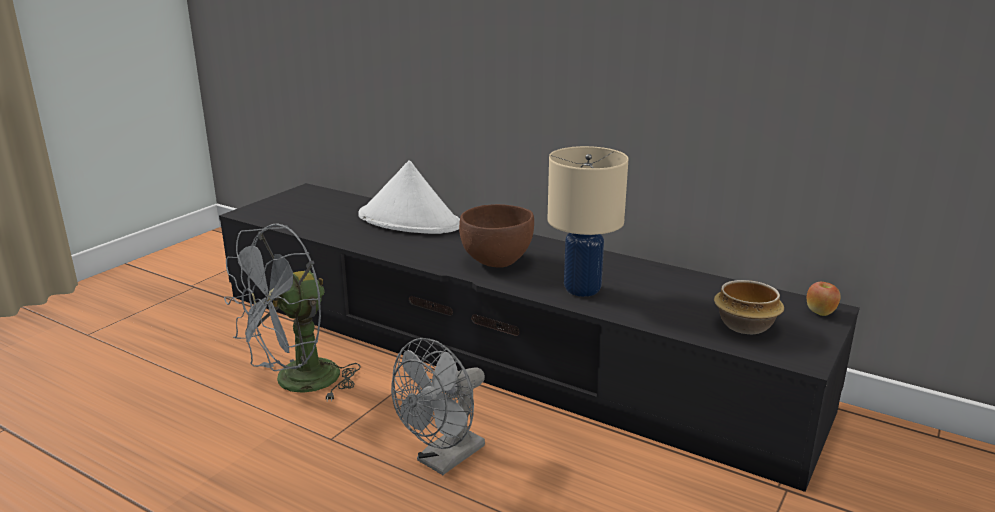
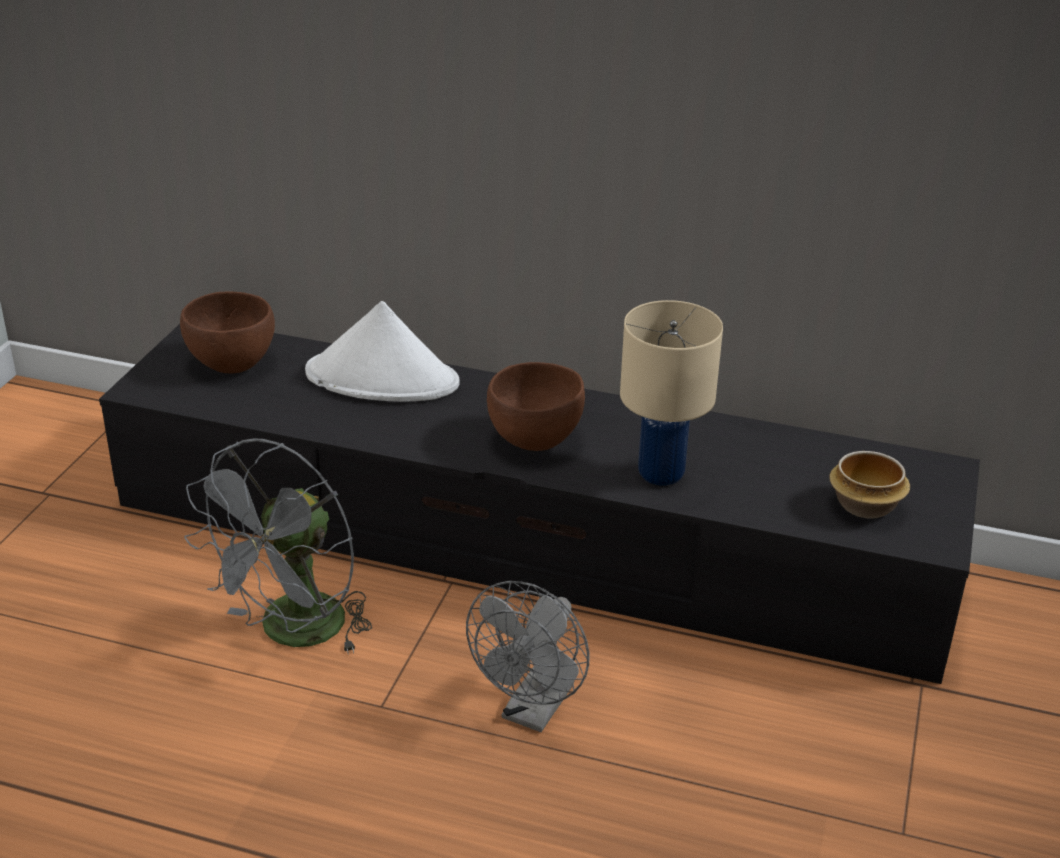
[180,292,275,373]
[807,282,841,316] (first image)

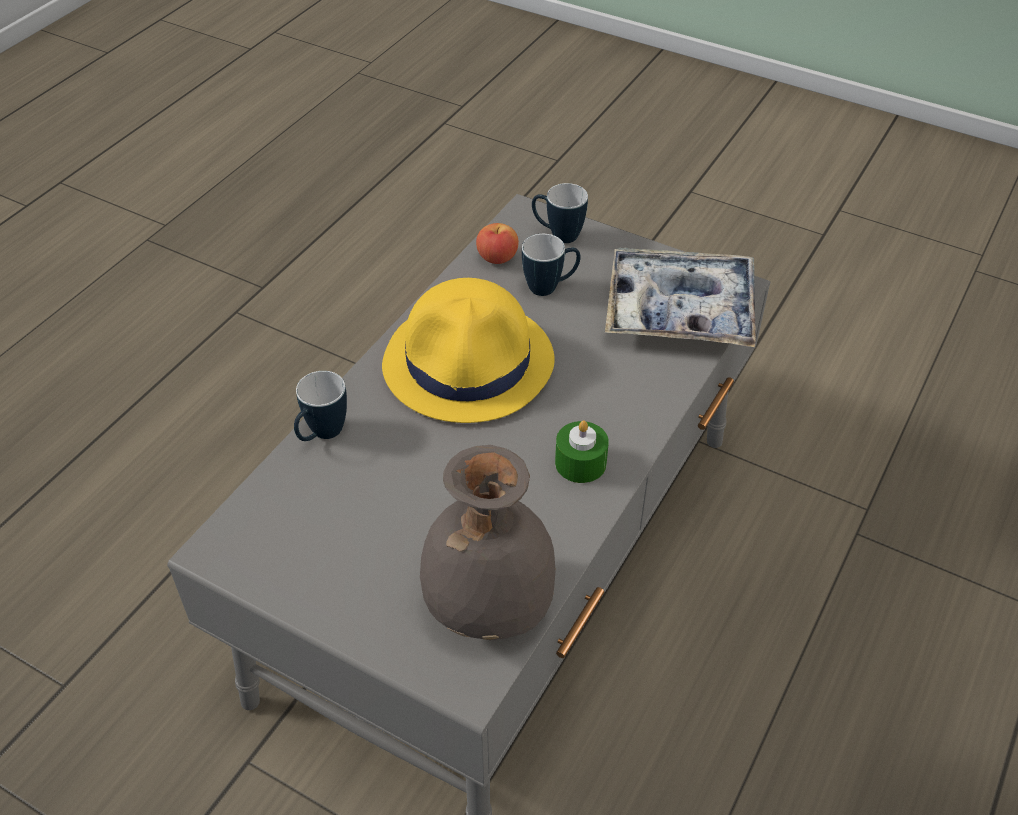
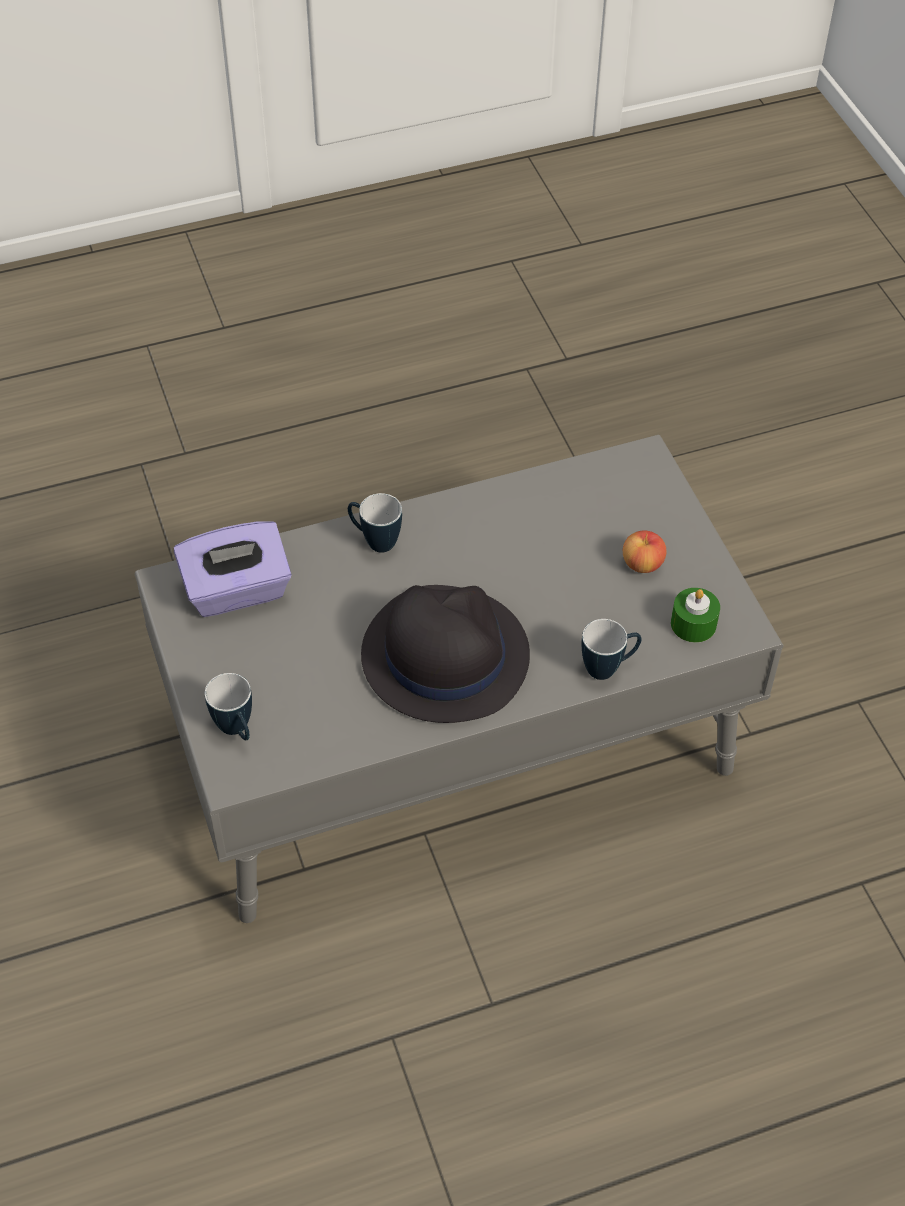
[174,521,292,617]
[348,493,402,553]
[361,585,530,723]
[623,531,667,573]
[671,588,720,643]
[420,445,556,640] (first image)

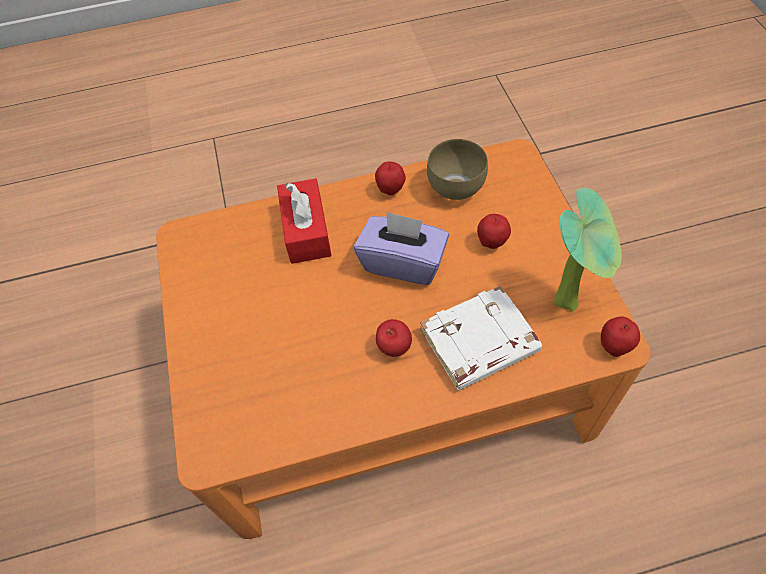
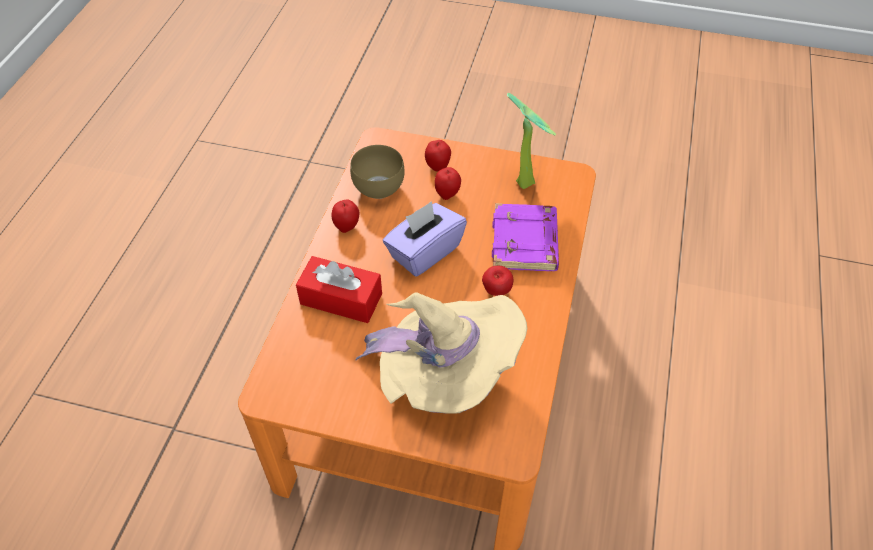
[355,292,527,414]
[425,140,451,171]
[492,203,559,271]

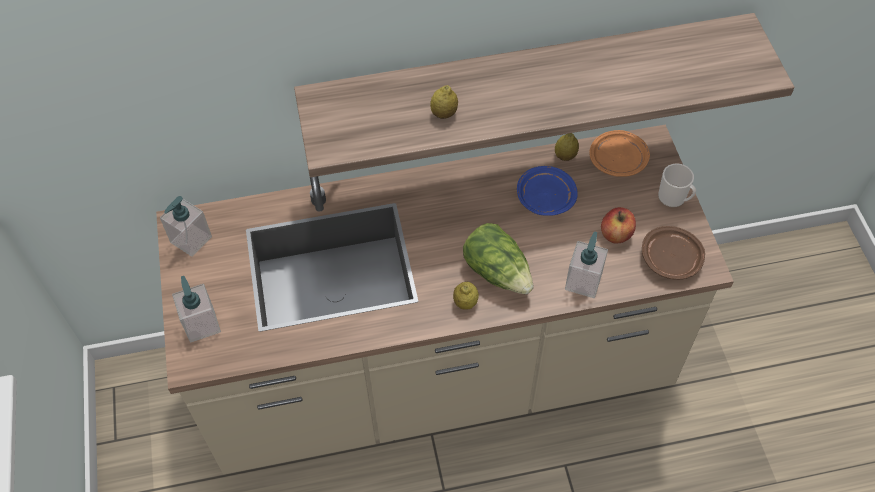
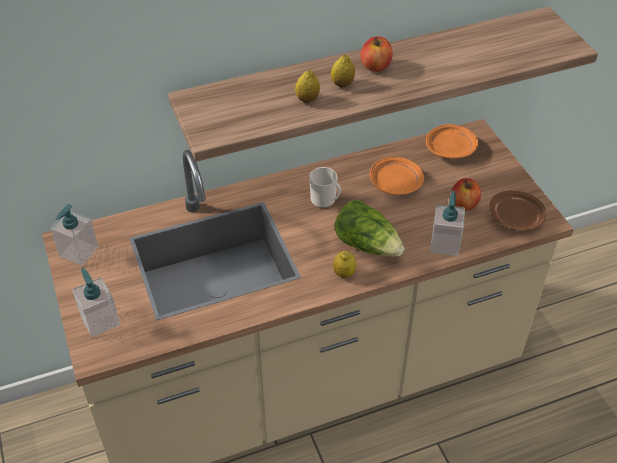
[309,167,341,208]
[331,55,355,88]
[361,37,393,72]
[370,157,424,195]

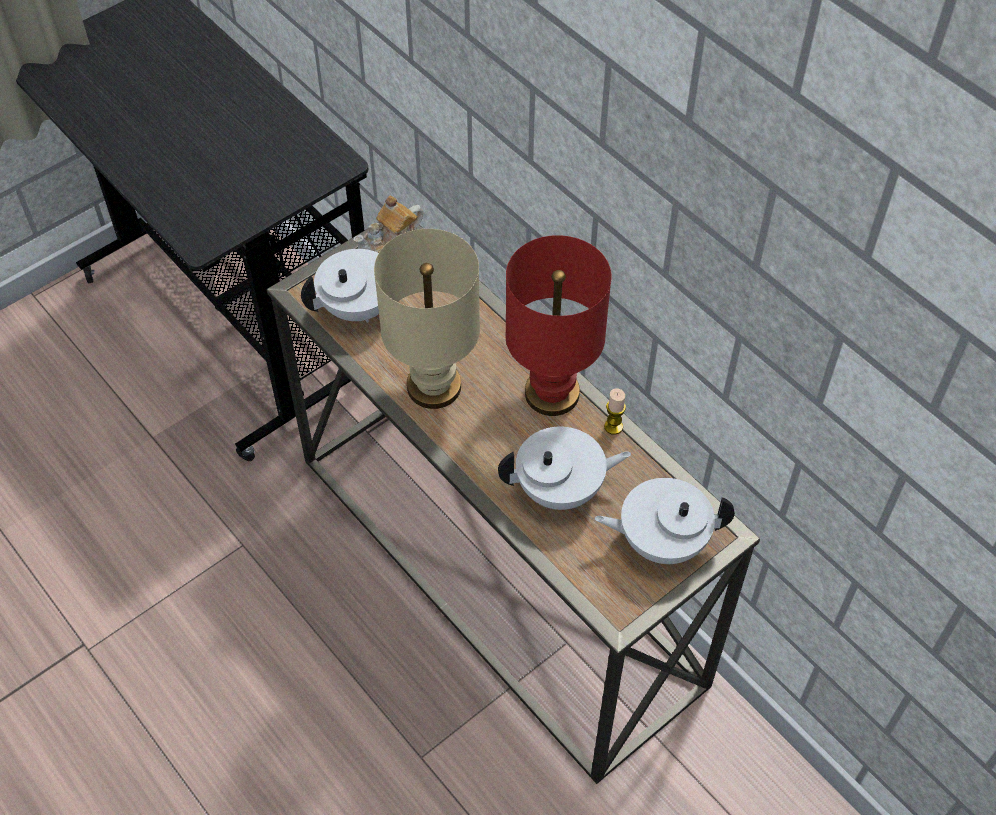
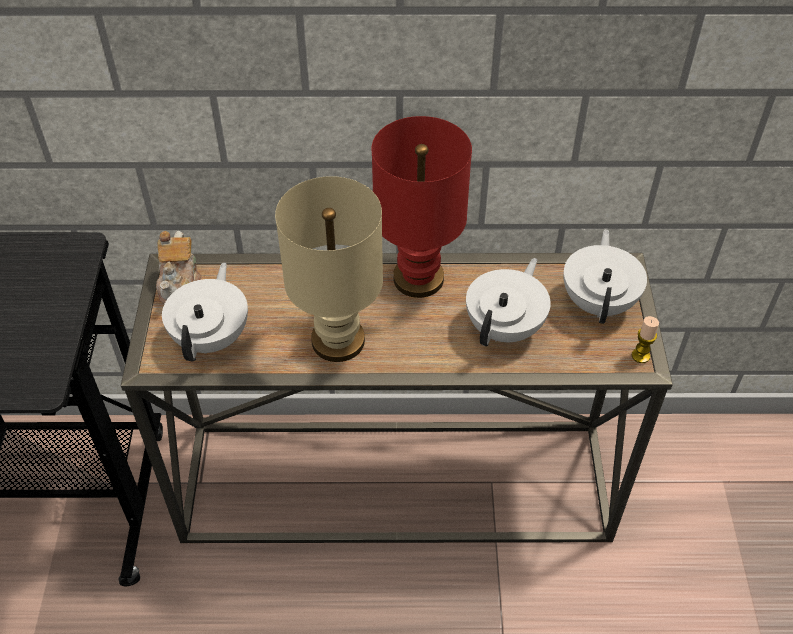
[563,229,647,324]
[632,316,659,363]

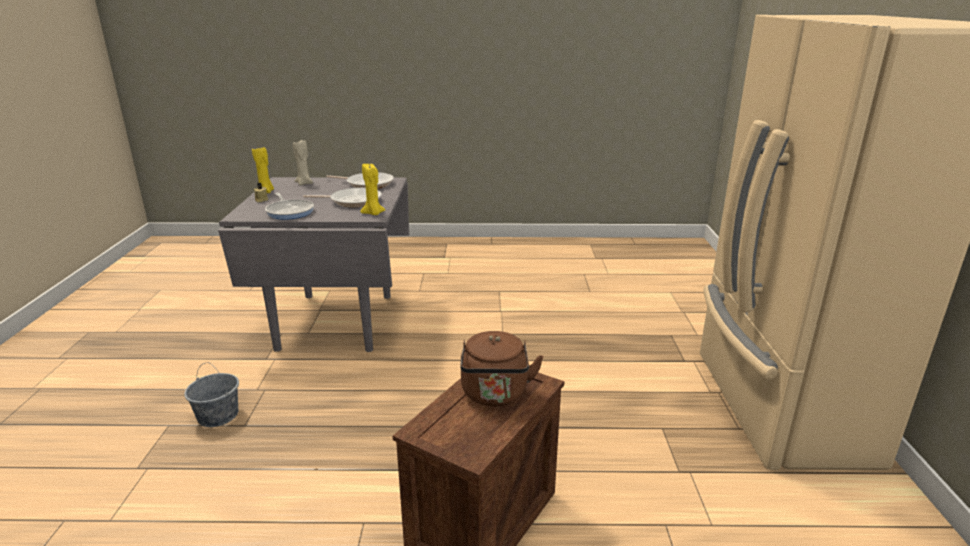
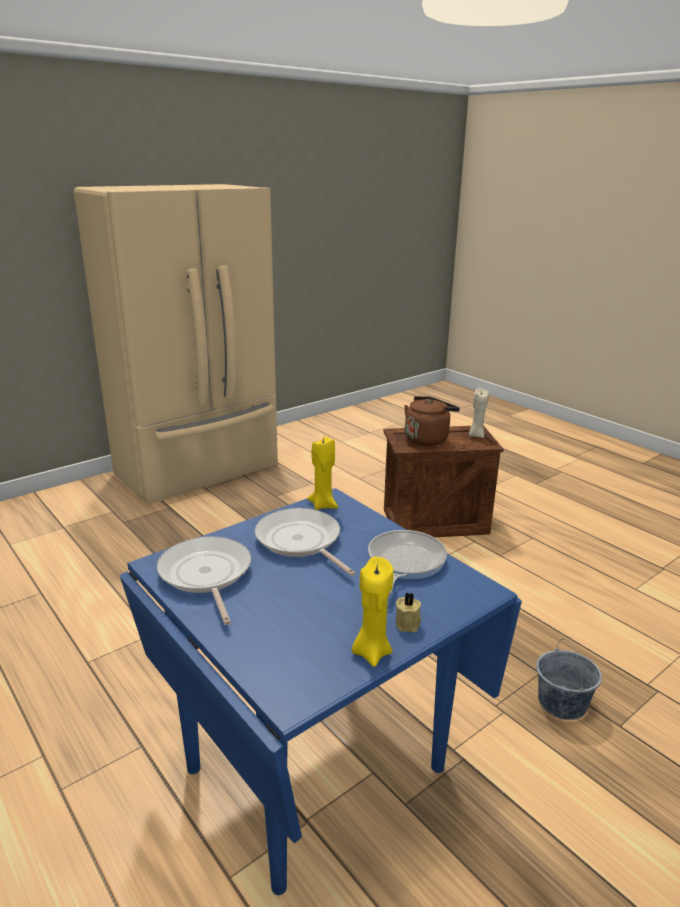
[120,488,522,895]
[469,388,489,438]

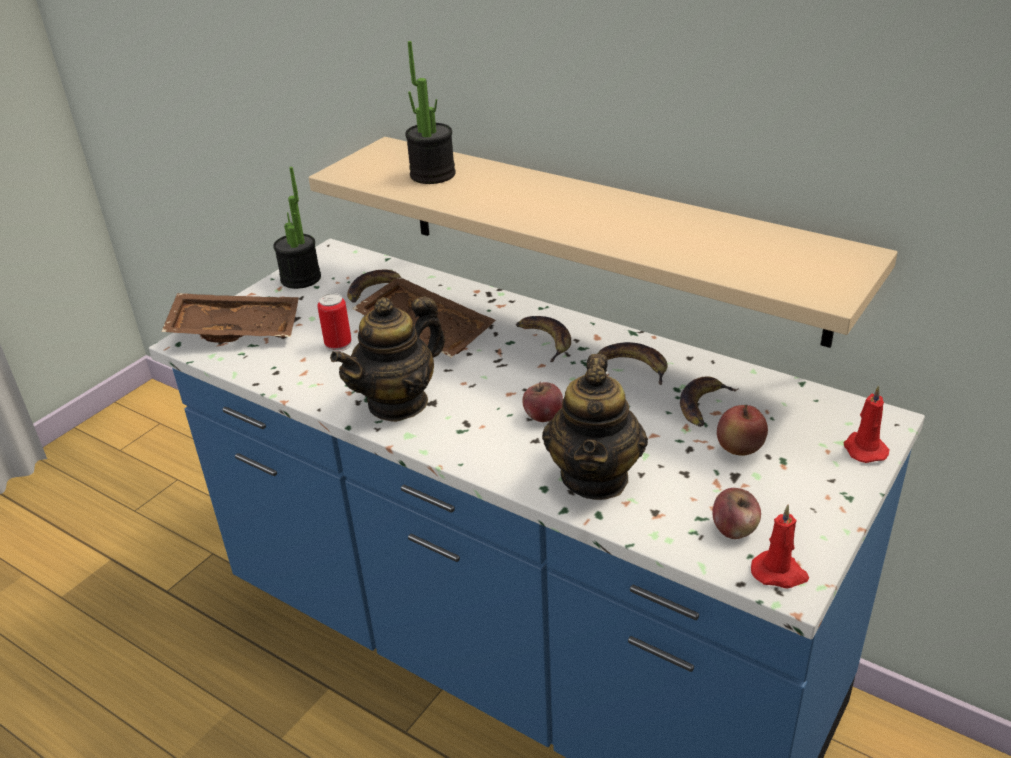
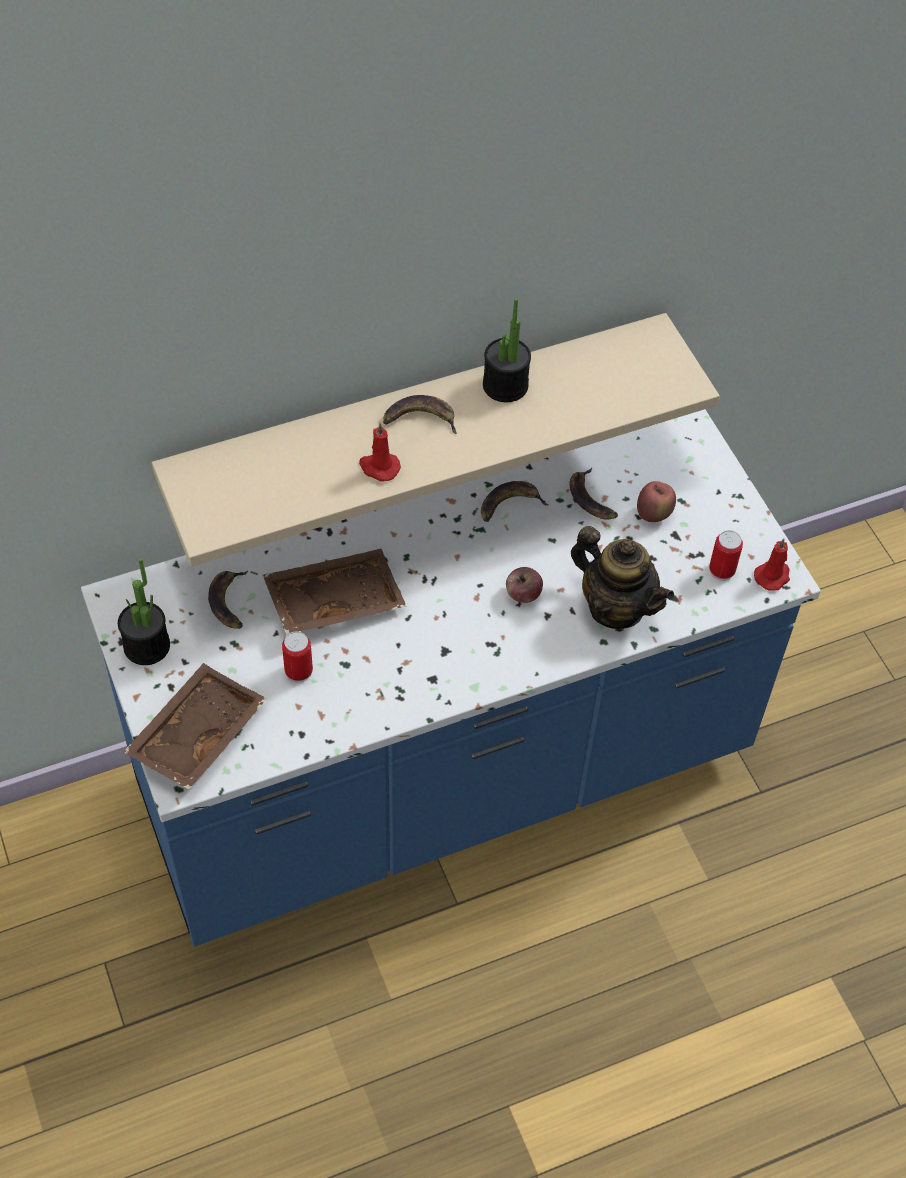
[359,423,401,482]
[383,395,457,434]
[483,298,531,402]
[709,530,743,581]
[330,297,445,422] (first image)

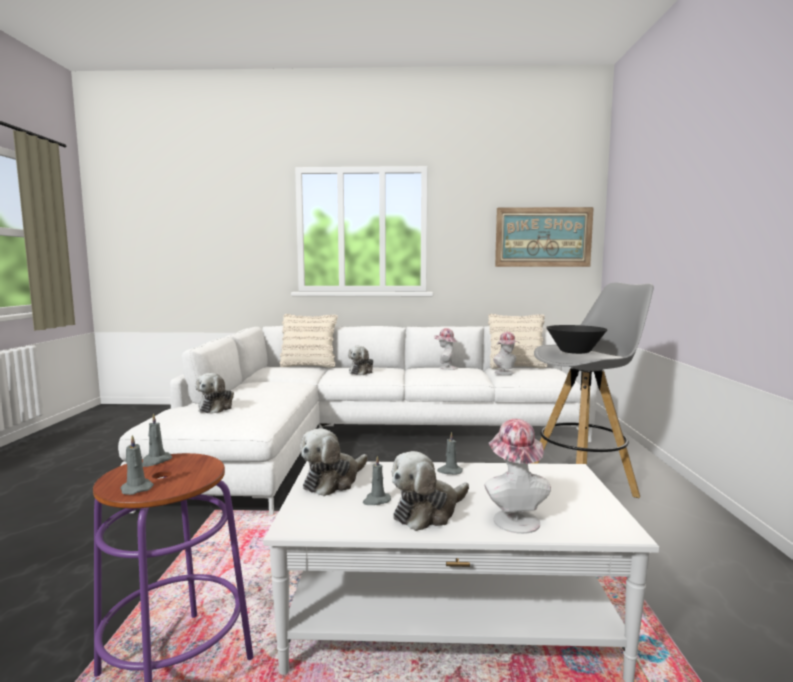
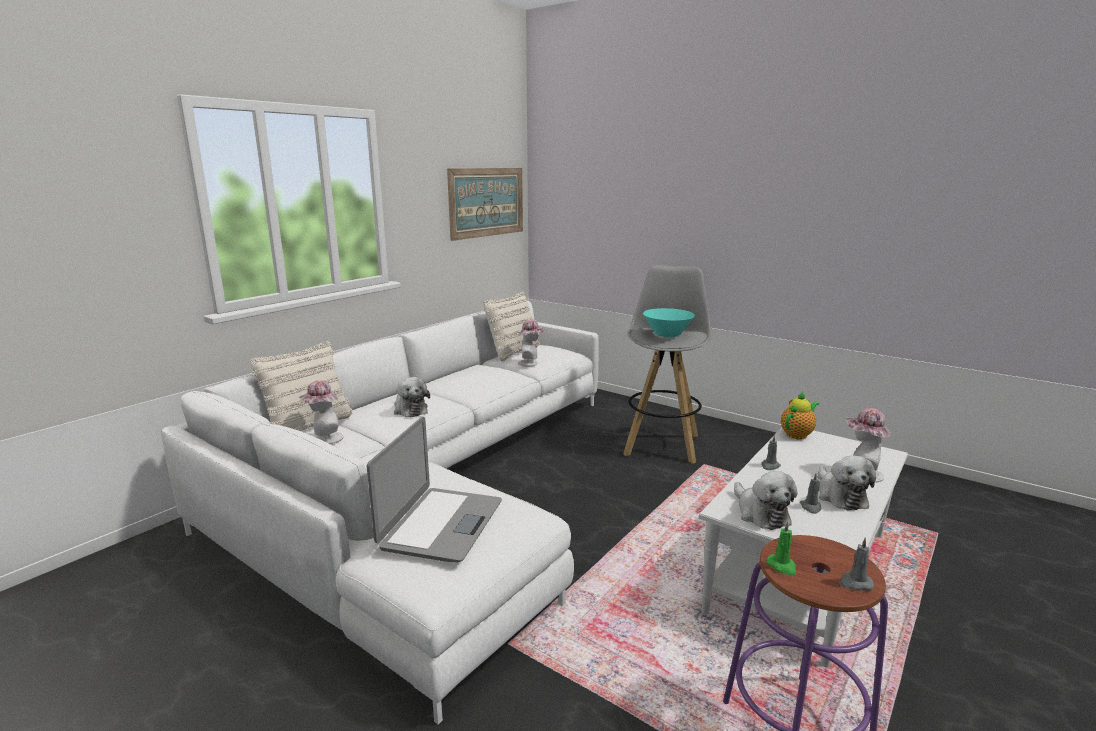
[299,380,344,444]
[367,417,502,562]
[643,308,695,337]
[766,521,796,576]
[781,392,819,439]

